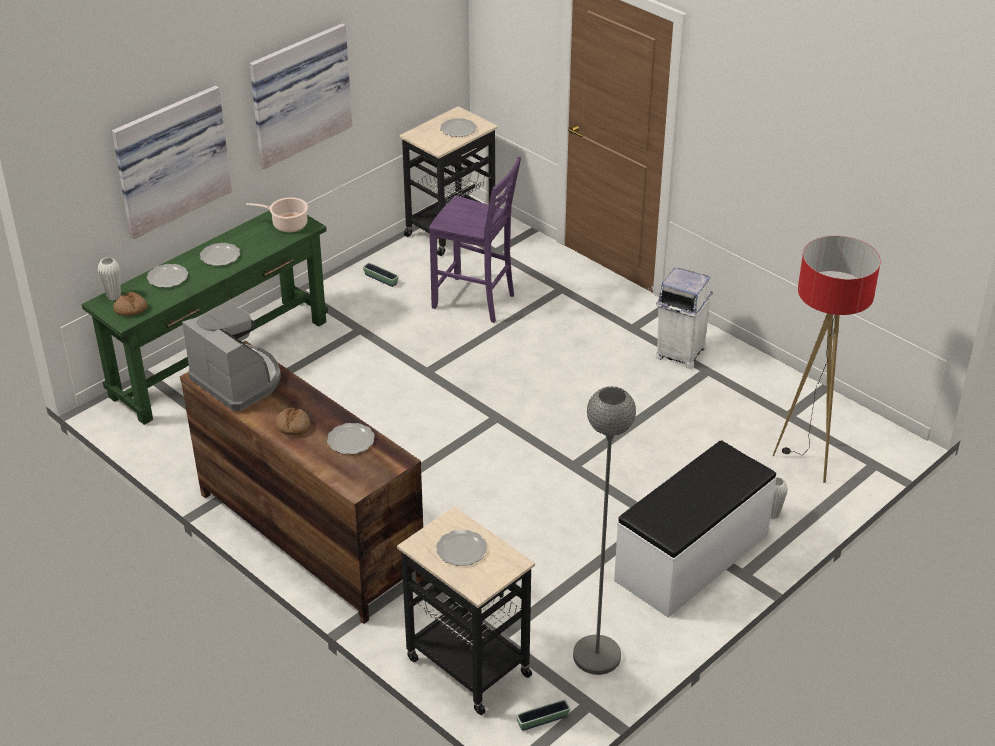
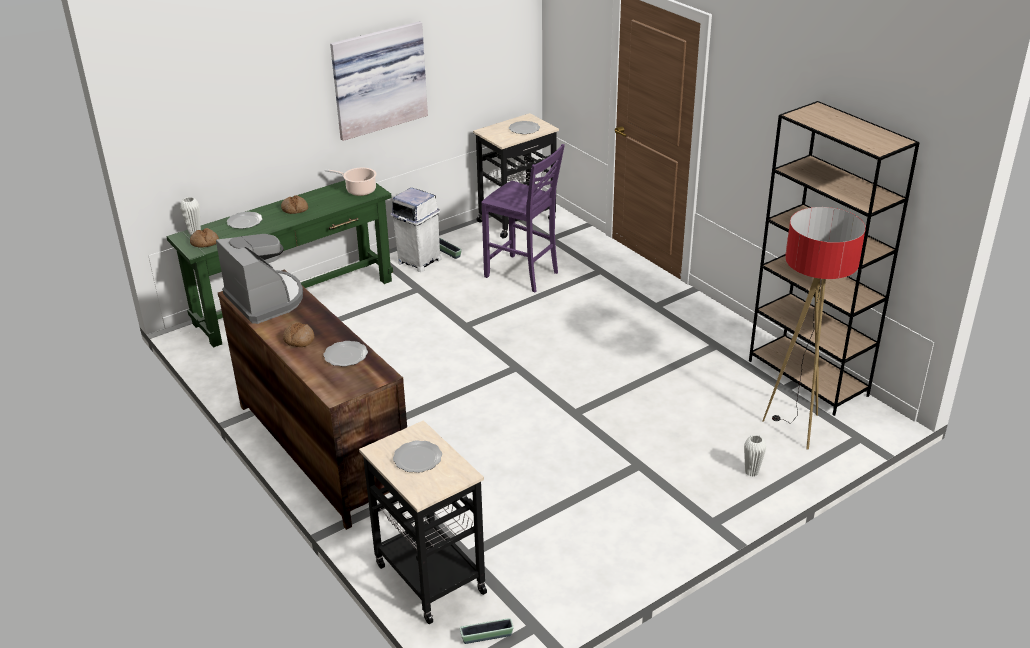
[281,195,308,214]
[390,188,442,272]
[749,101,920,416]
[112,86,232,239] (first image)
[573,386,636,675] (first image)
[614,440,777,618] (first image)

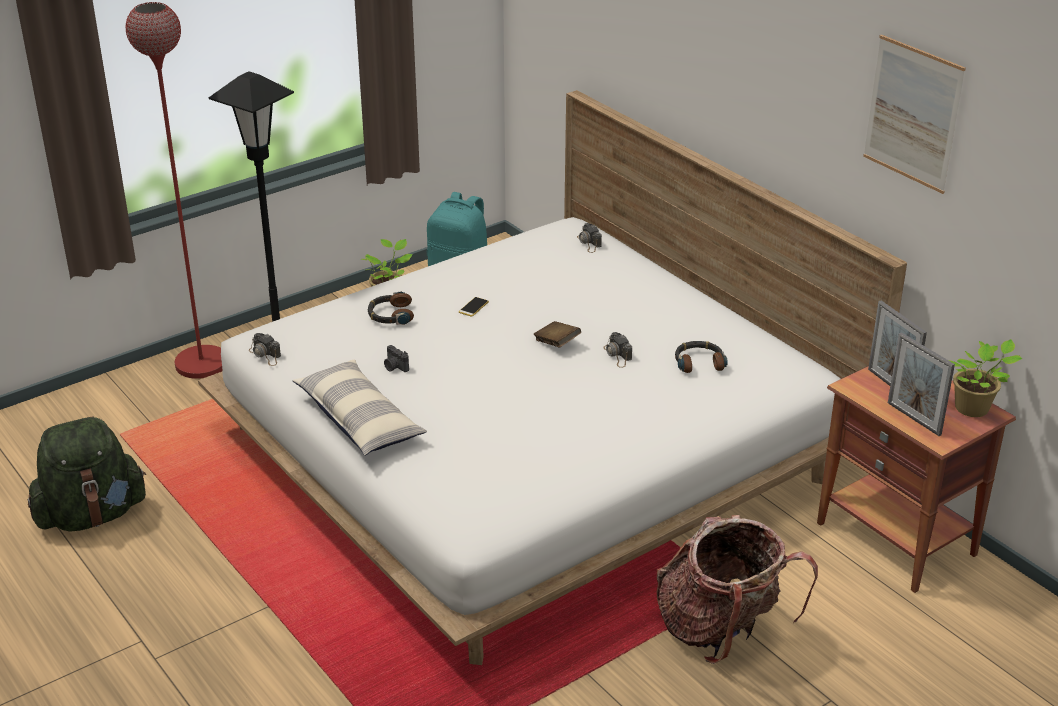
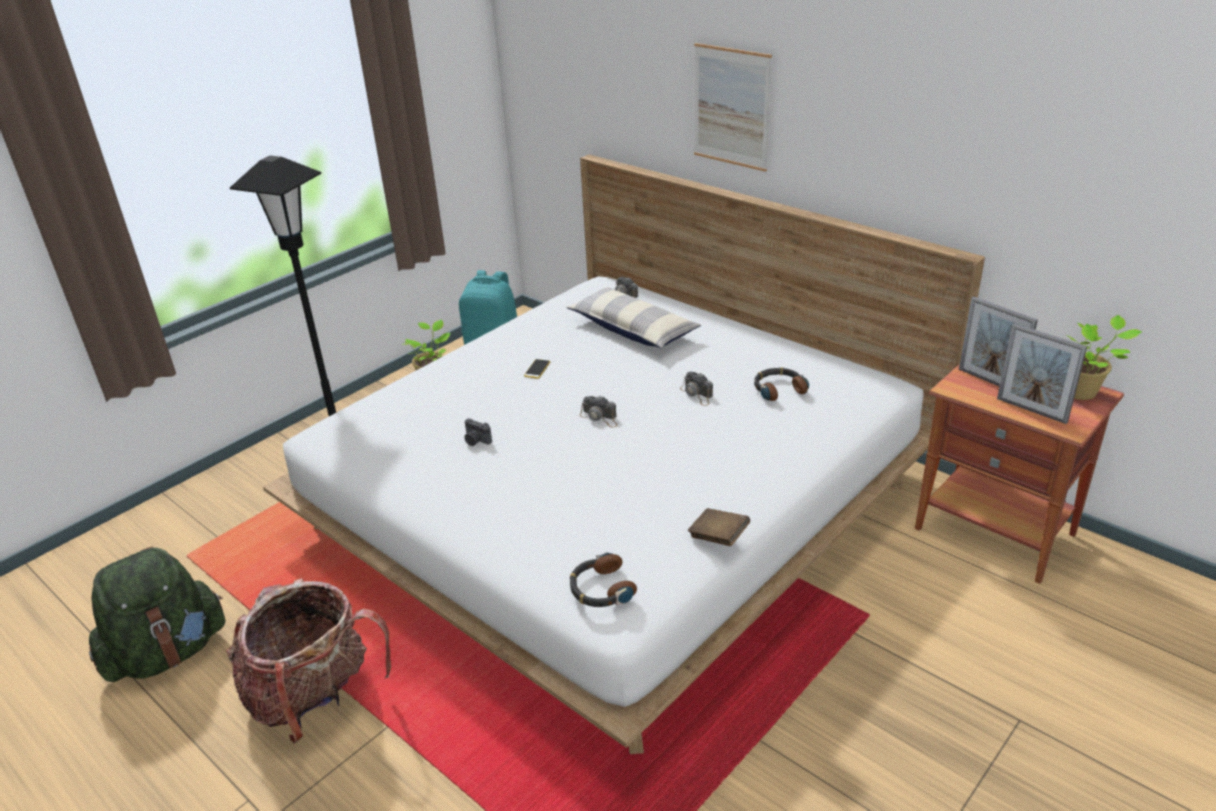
[226,578,391,744]
[566,287,701,348]
[570,552,637,607]
[580,395,617,427]
[688,508,750,546]
[694,43,772,172]
[125,2,222,379] (first image)

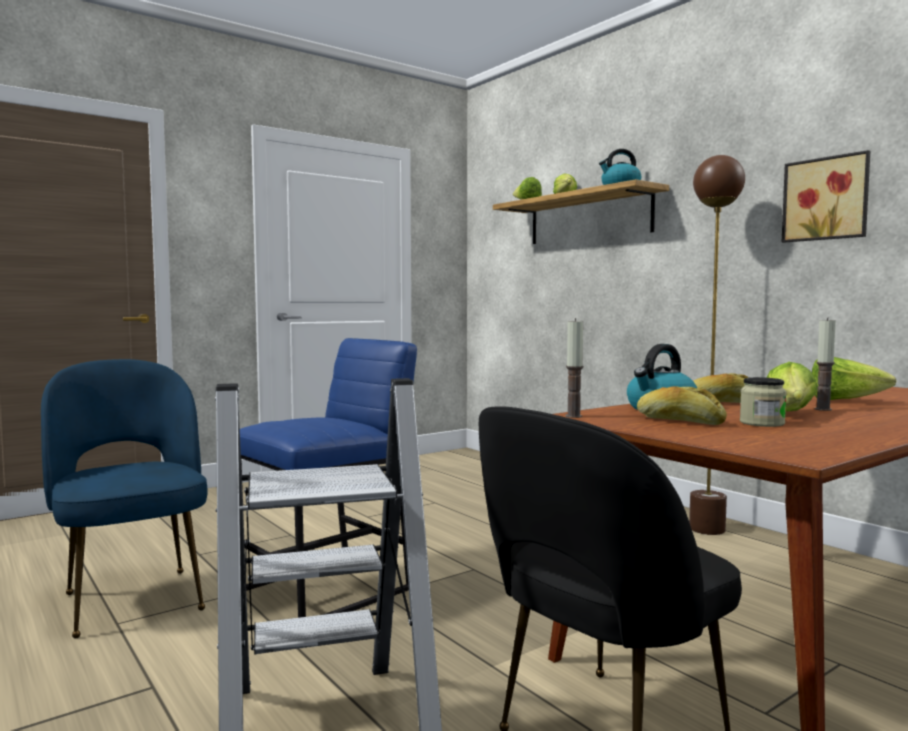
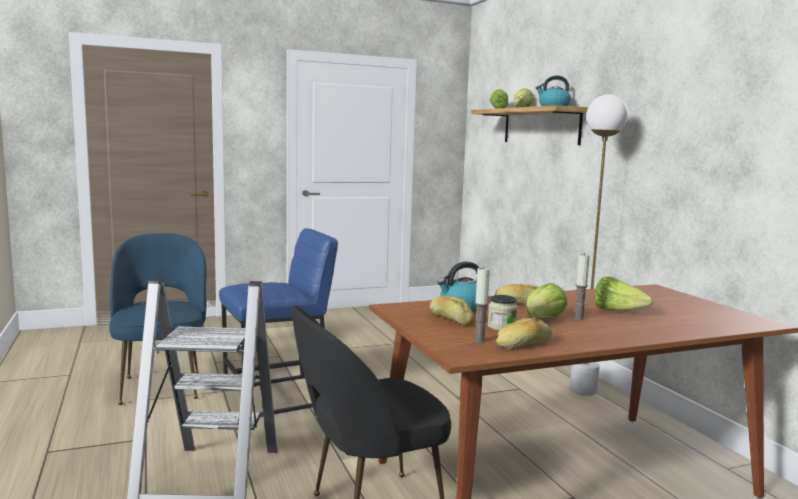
[473,266,490,343]
[496,318,552,349]
[569,94,628,396]
[782,150,870,243] (first image)

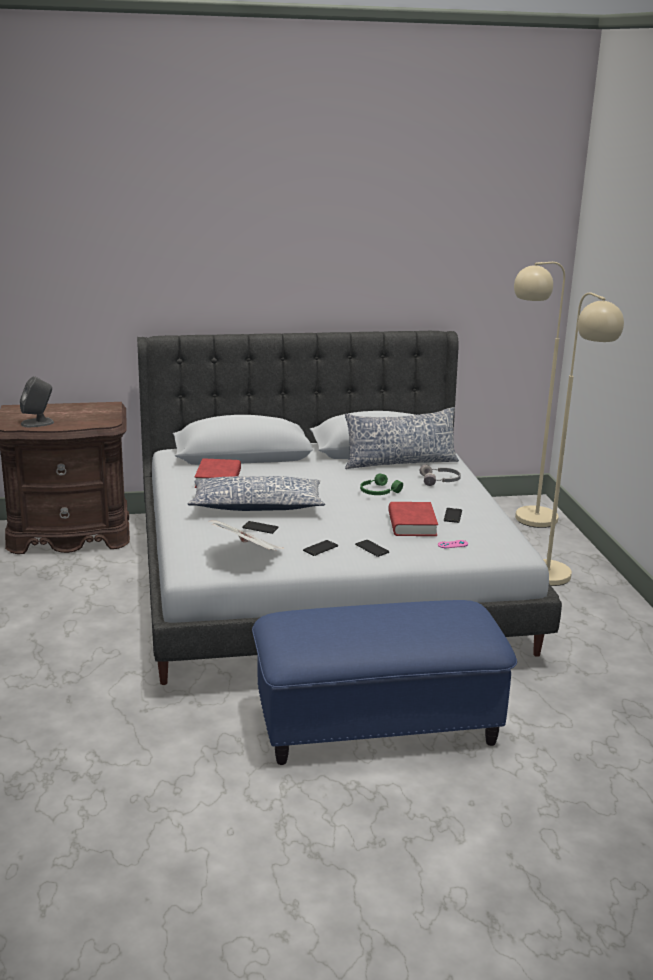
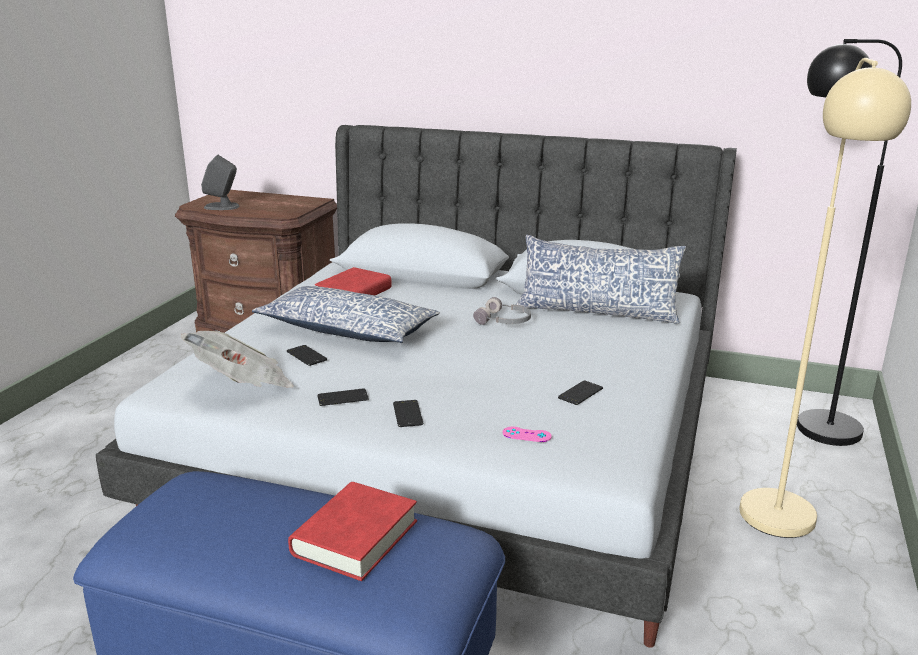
[288,482,417,581]
[473,297,531,325]
[797,39,902,446]
[360,474,403,495] (first image)

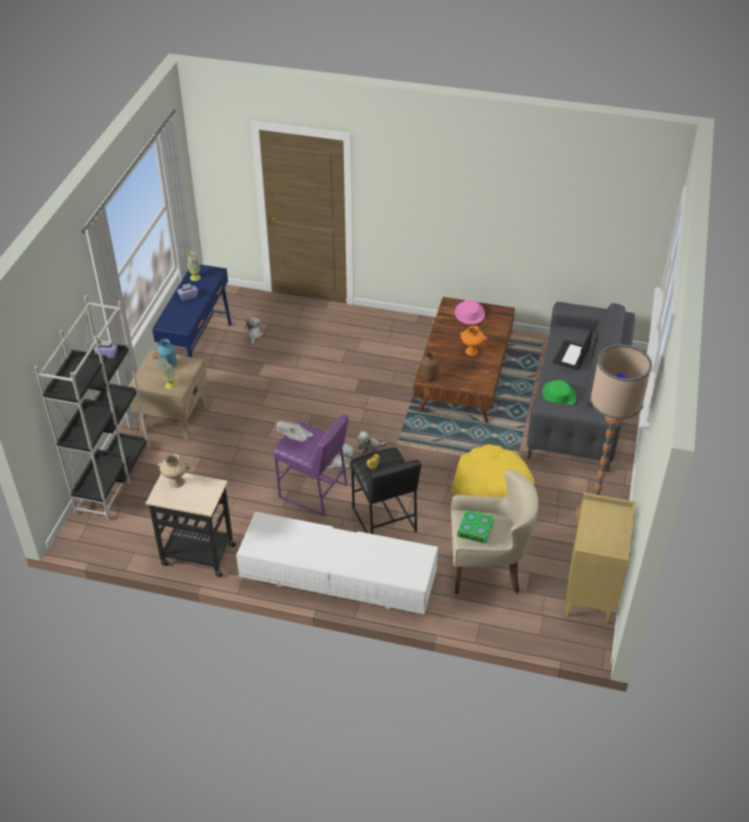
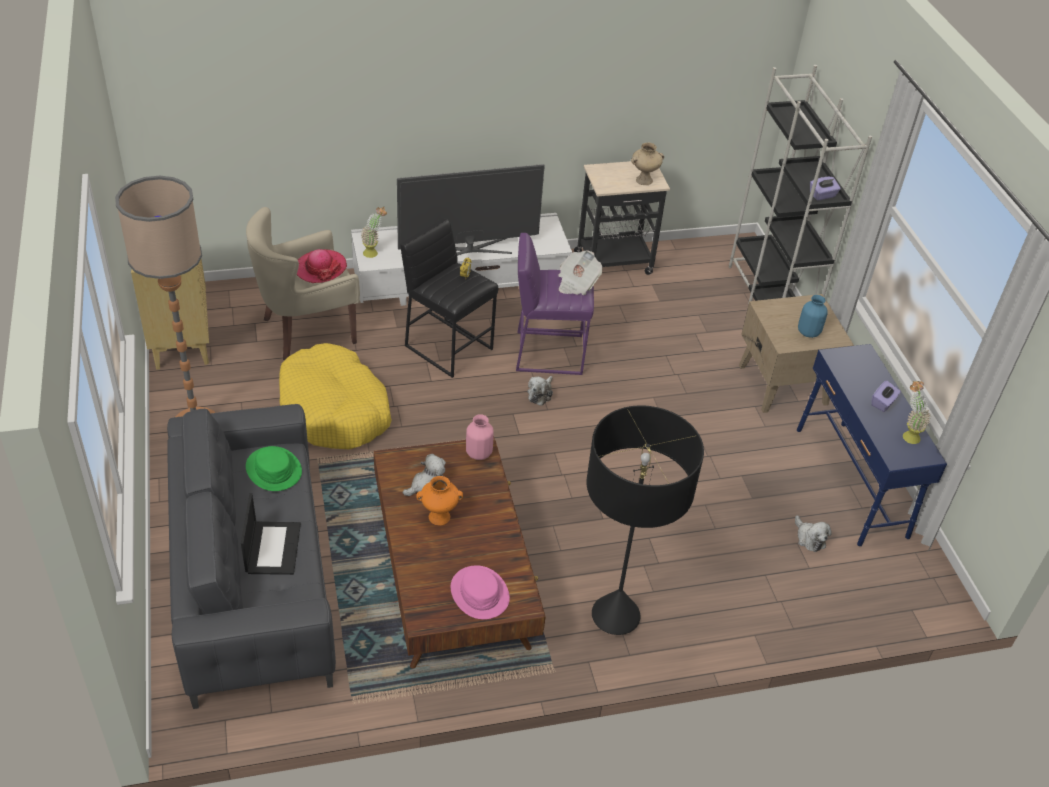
[297,249,347,283]
[361,207,387,258]
[397,164,545,255]
[403,454,446,496]
[466,414,494,460]
[586,405,704,635]

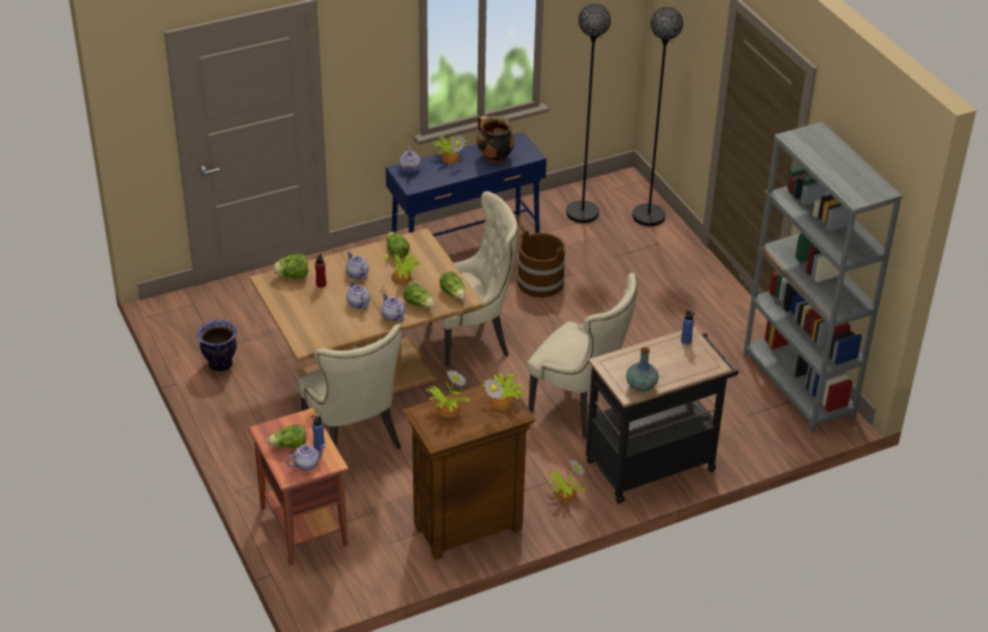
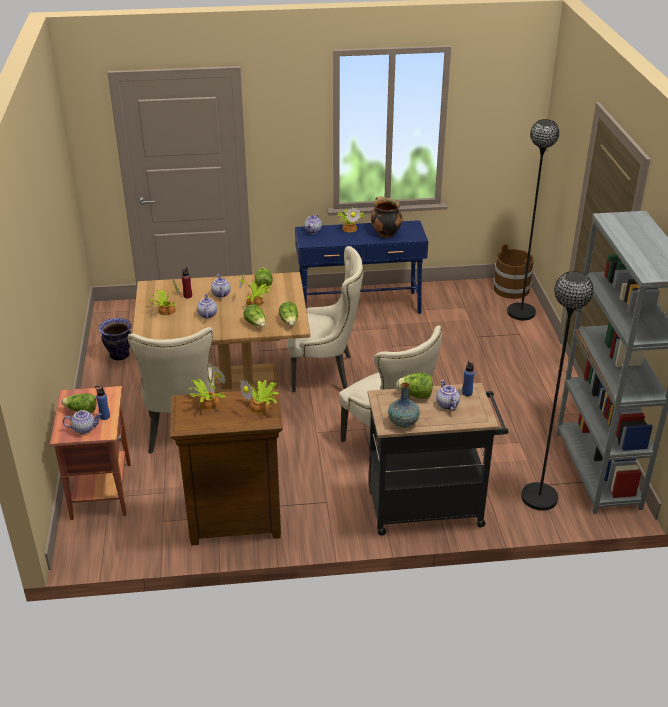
[149,280,180,315]
[396,373,433,399]
[436,380,460,411]
[493,244,534,299]
[521,271,594,511]

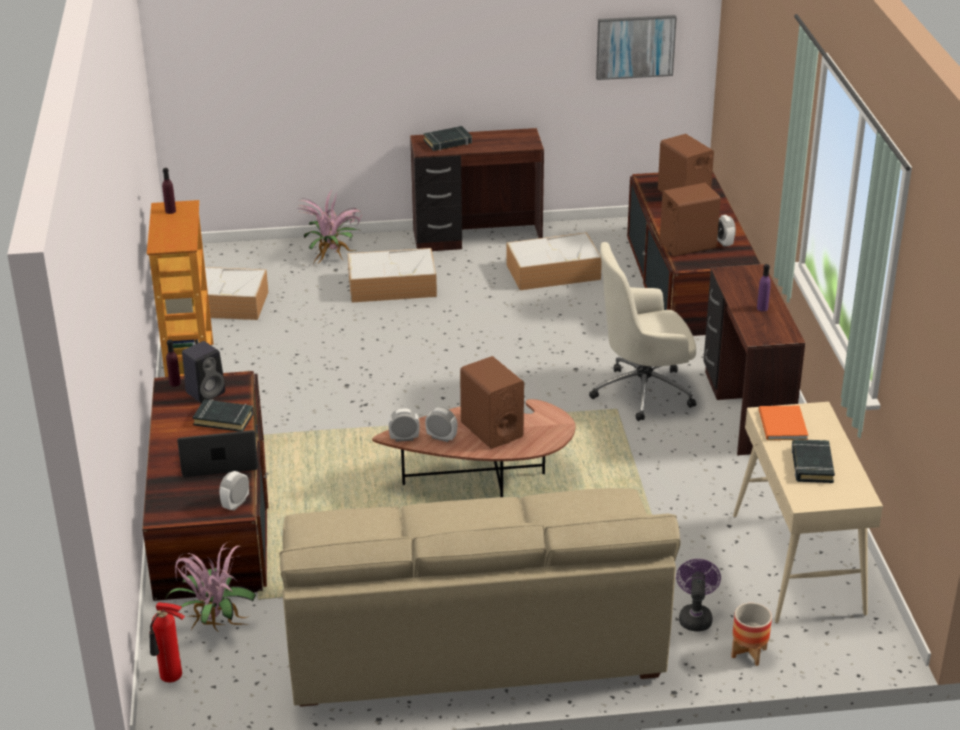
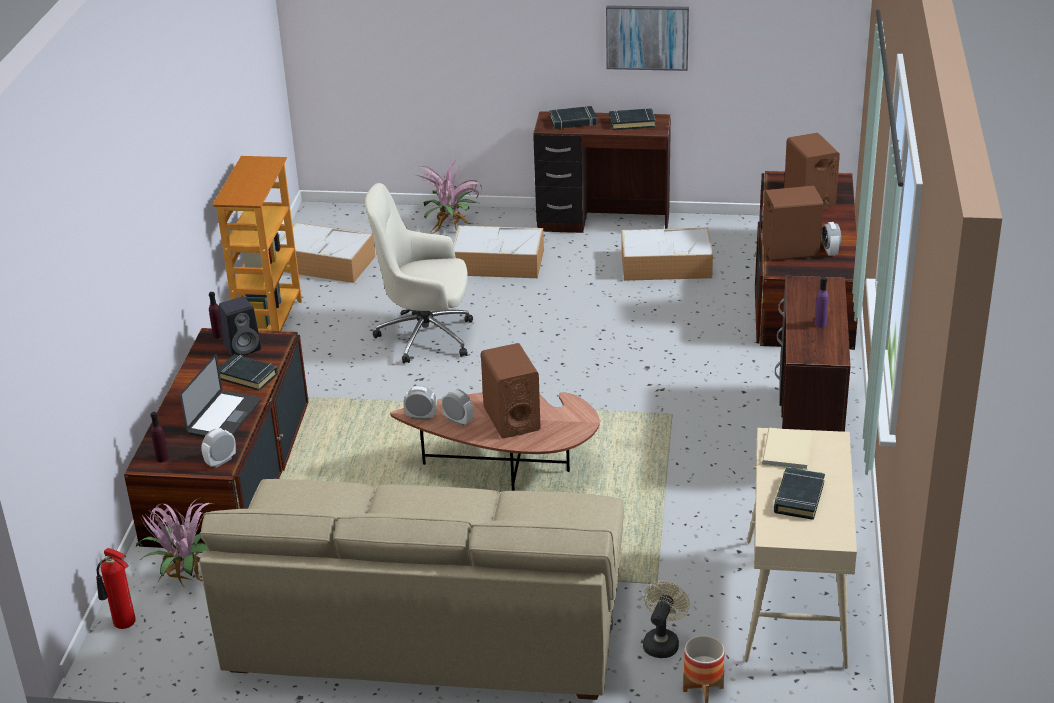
[150,412,169,462]
[180,354,261,437]
[365,183,473,363]
[606,5,689,71]
[609,108,656,130]
[643,581,690,658]
[762,428,813,470]

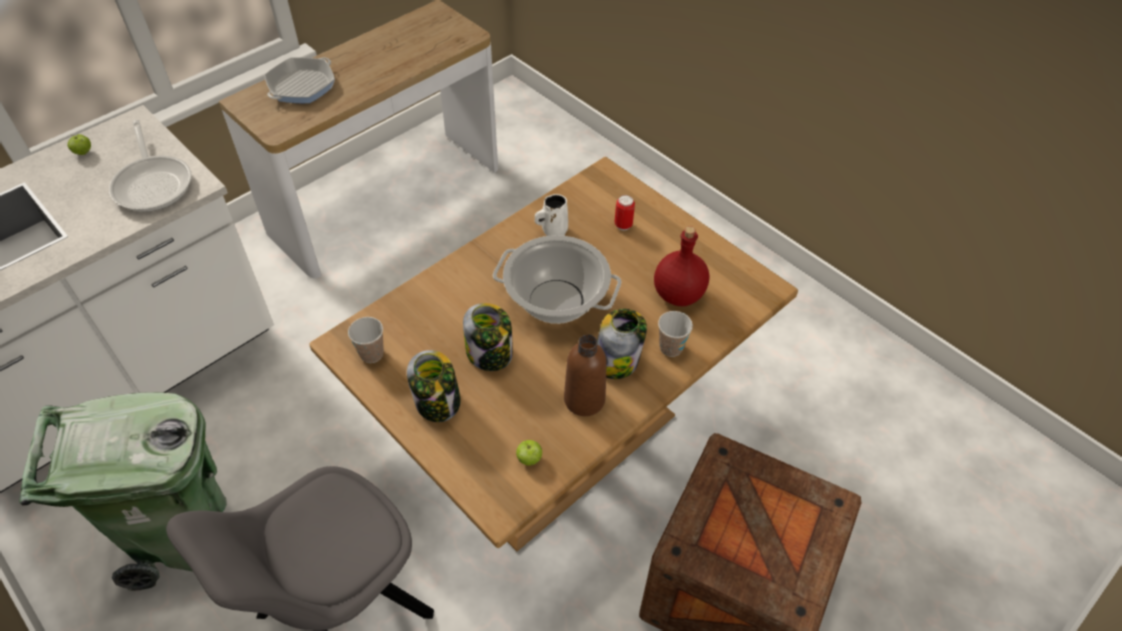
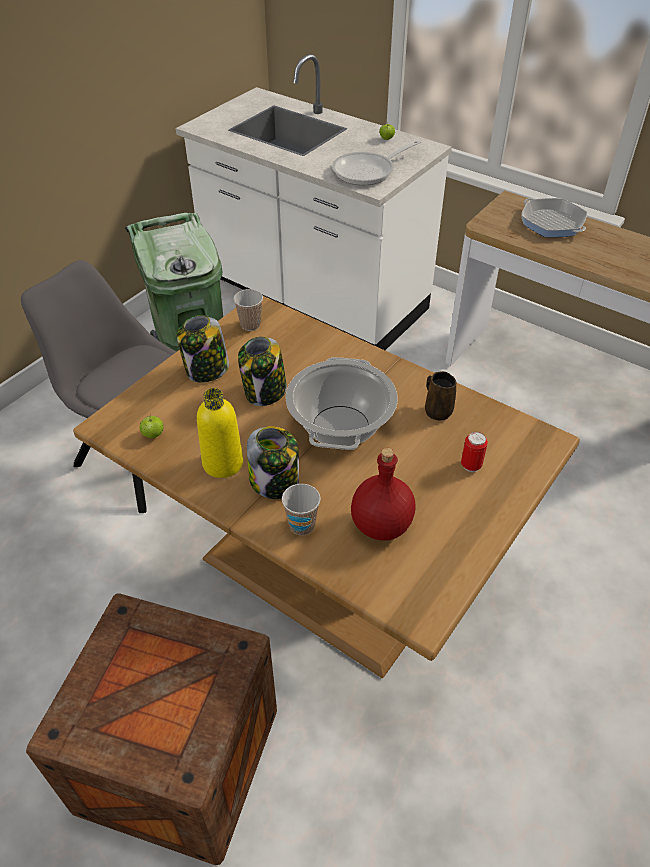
[197,388,243,478]
[425,371,456,420]
[521,198,587,237]

